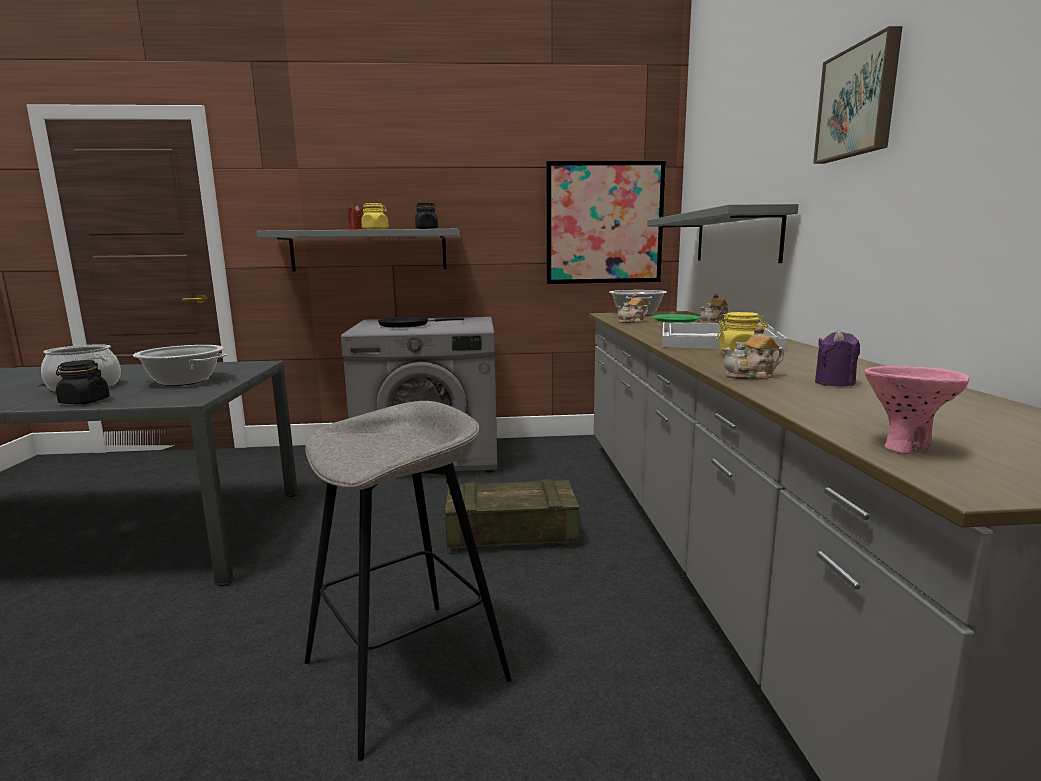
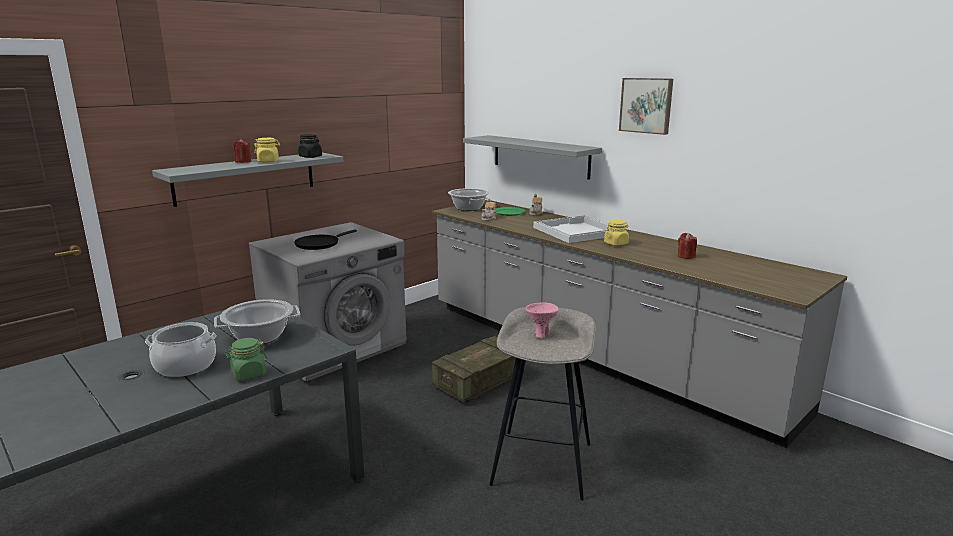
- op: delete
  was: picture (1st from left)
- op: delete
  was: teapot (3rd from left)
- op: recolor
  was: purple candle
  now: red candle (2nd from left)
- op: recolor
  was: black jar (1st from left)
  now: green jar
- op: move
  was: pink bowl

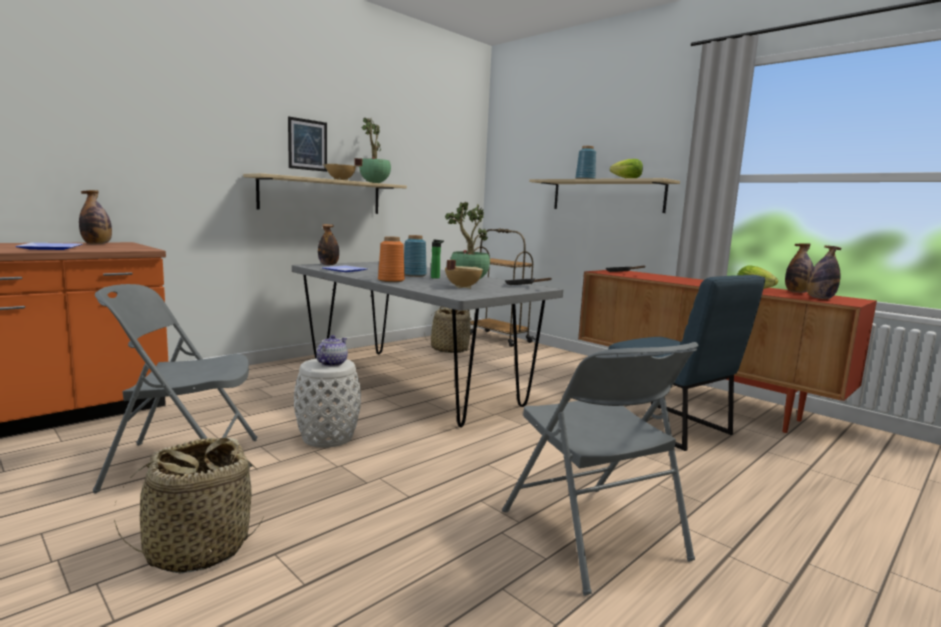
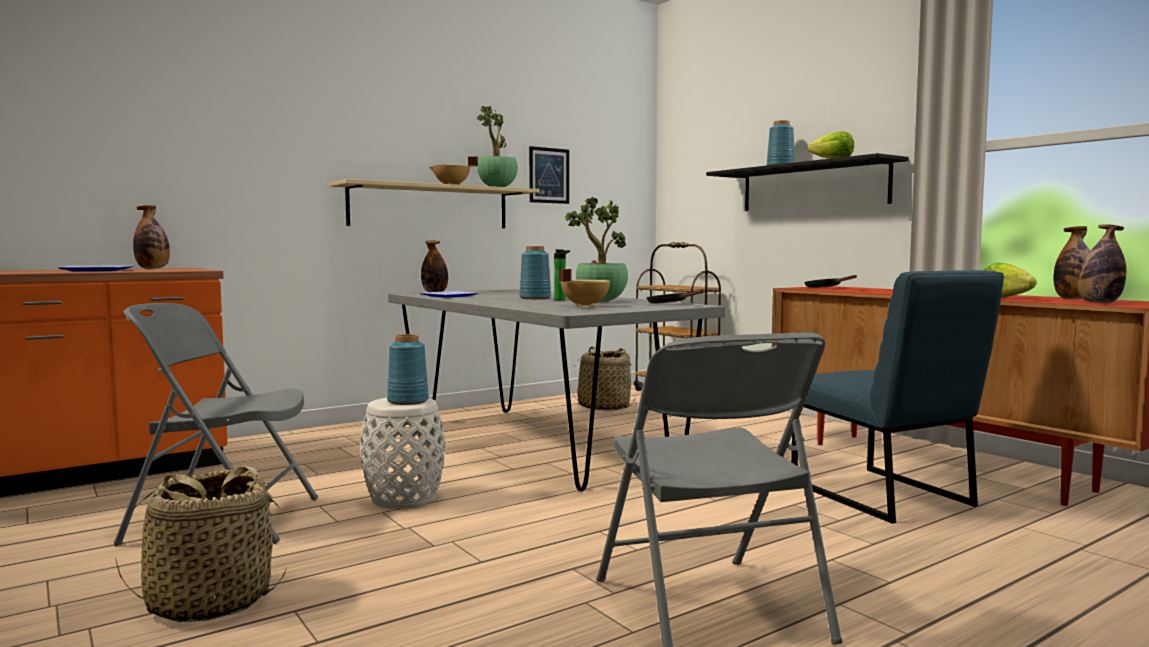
- op: move
  was: picture
- op: recolor
  was: beige shelf (2nd from left)
  now: black shelf
- op: delete
  was: orange vase
- op: replace
  was: teapot
  now: blue vase (1st from left)

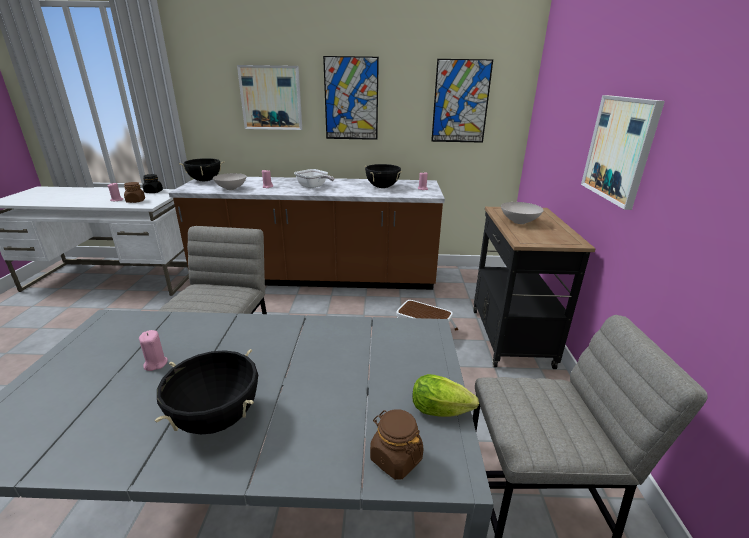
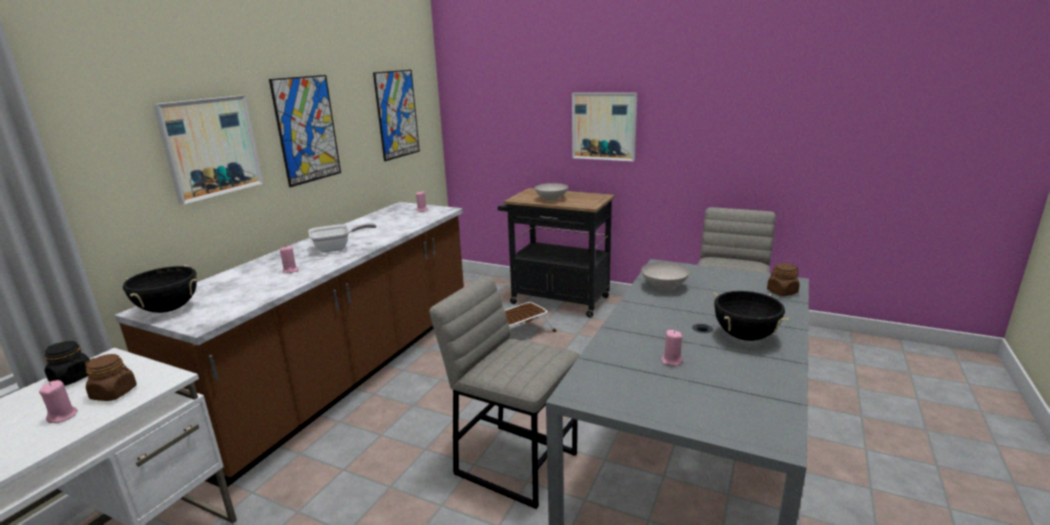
- op: delete
  was: black cooking pot (3rd from left)
- op: move
  was: white bowl (1st from left in the first image)
  now: white bowl (2nd from left)
- op: delete
  was: lettuce

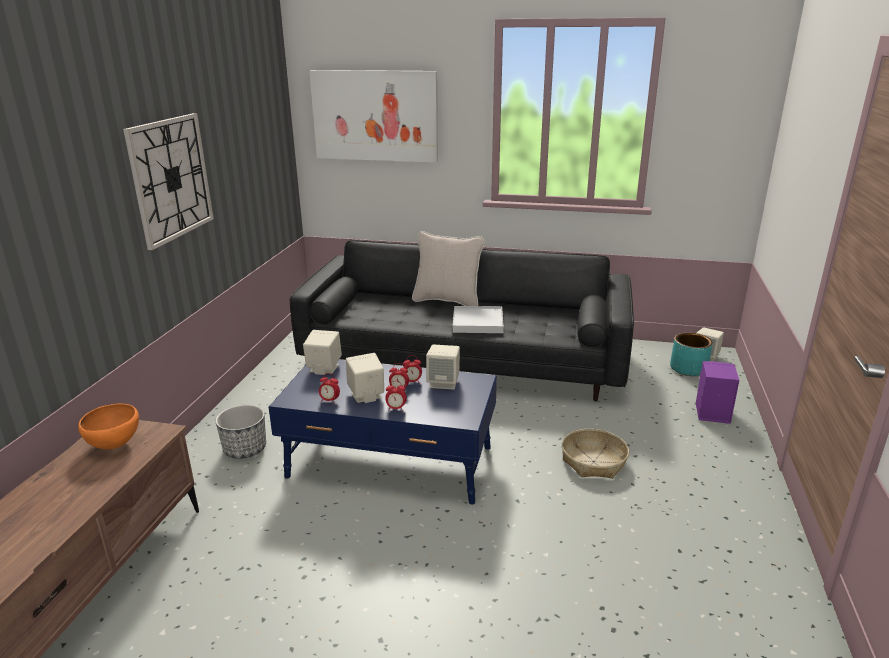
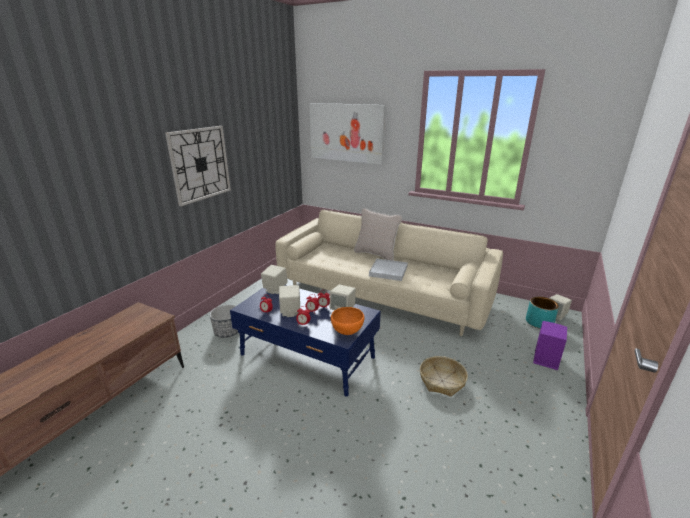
- op: recolor
  was: black sofa
  now: beige sofa
- op: move
  was: orange bowl

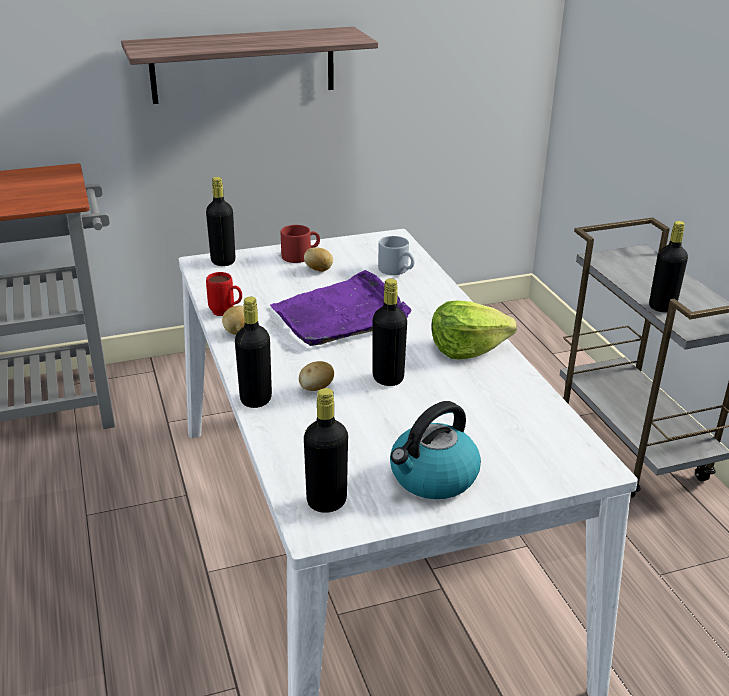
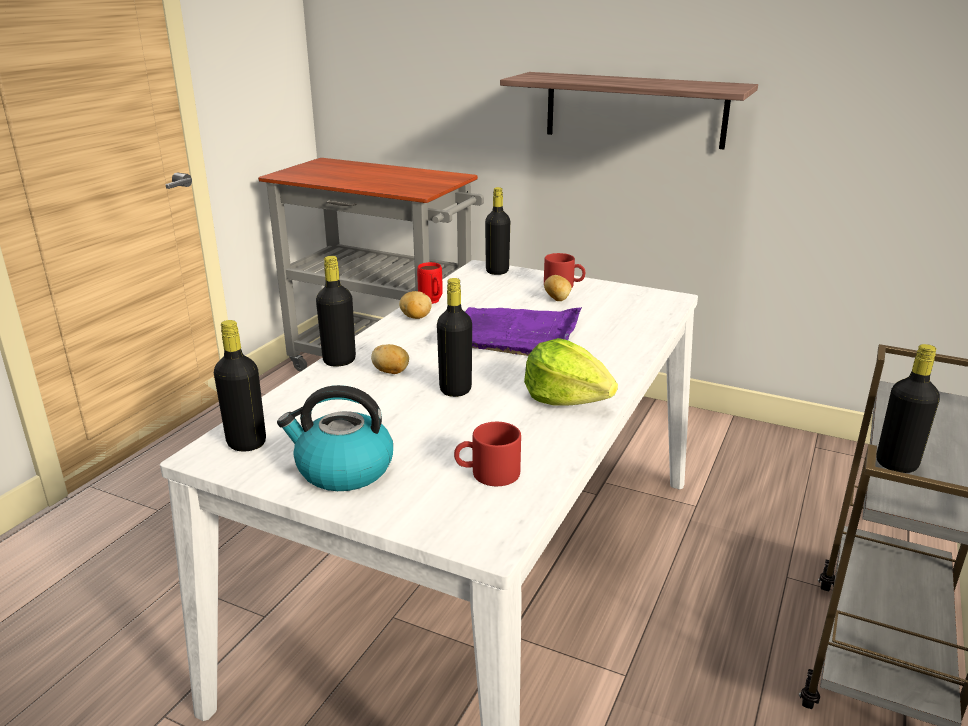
- op: delete
  was: grey mug
- op: insert
  now: red mug (2nd from left)

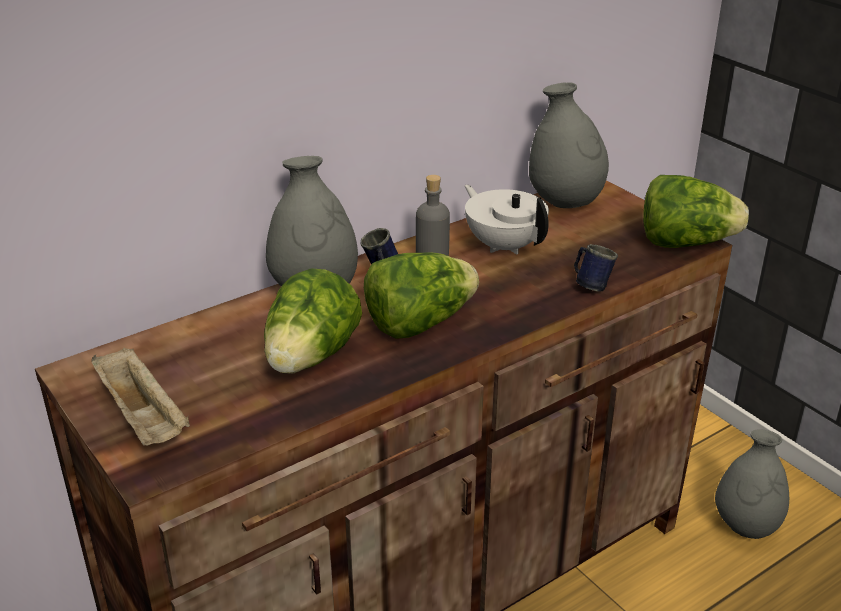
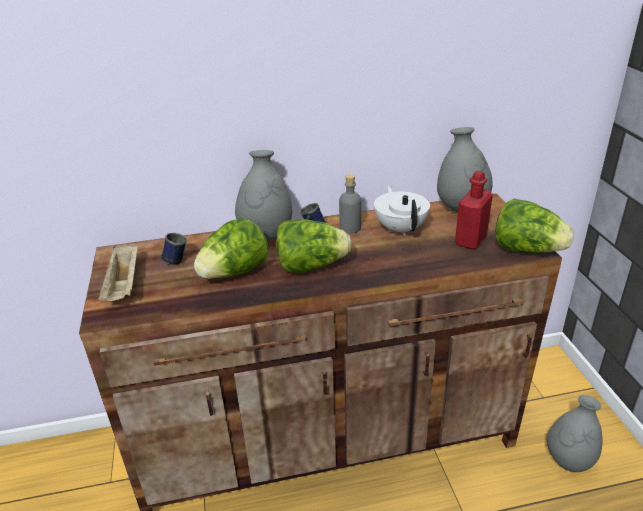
- op: move
  was: blue mug (2nd from left in the first image)
  now: blue mug (1st from left)
- op: insert
  now: red bottle

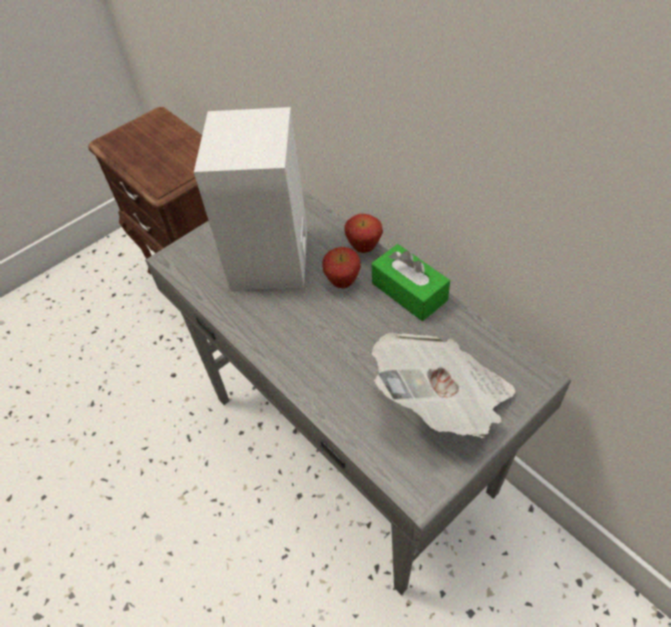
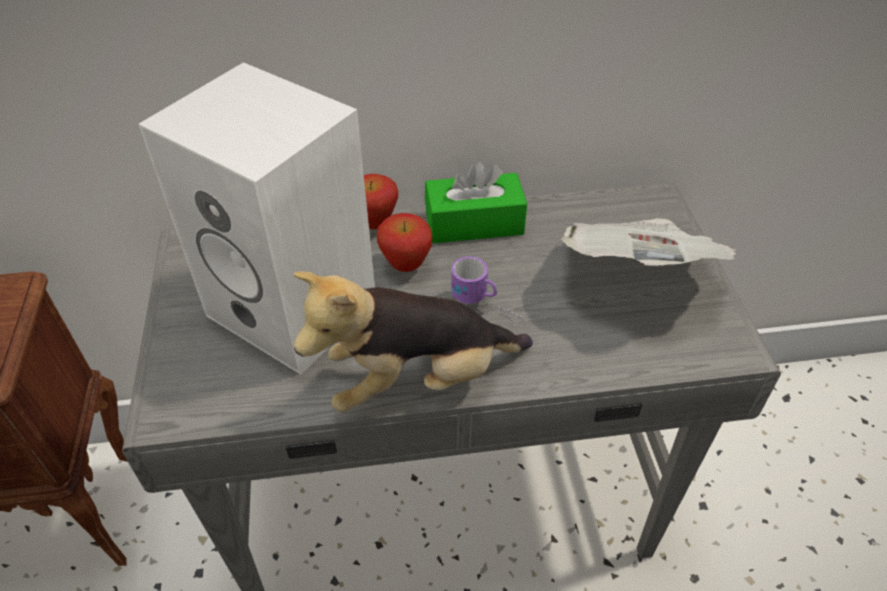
- op: insert
  now: mug
- op: insert
  now: plush toy

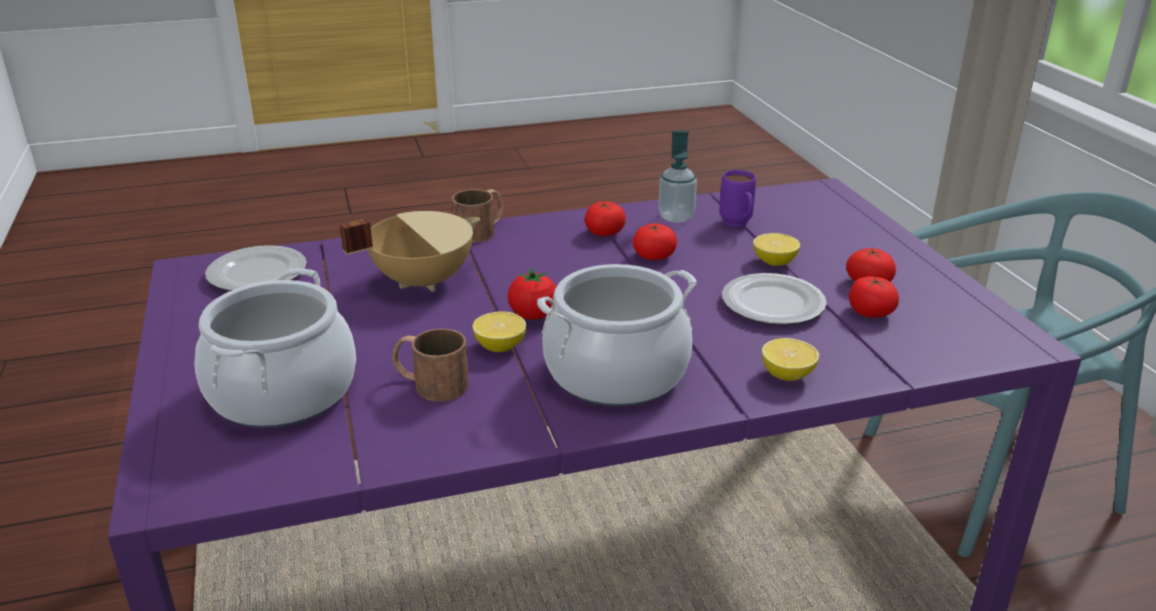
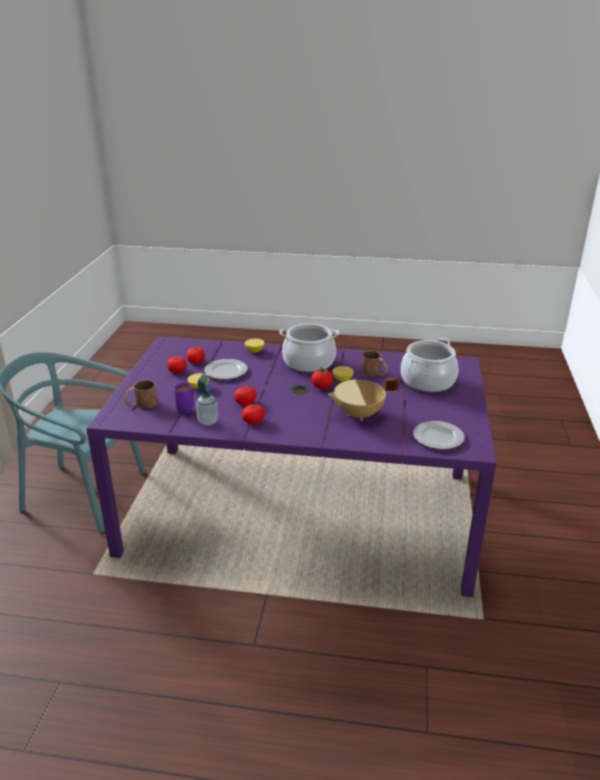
- op: move
  was: brown mug (2nd from left in the first image)
  now: brown mug (1st from left)

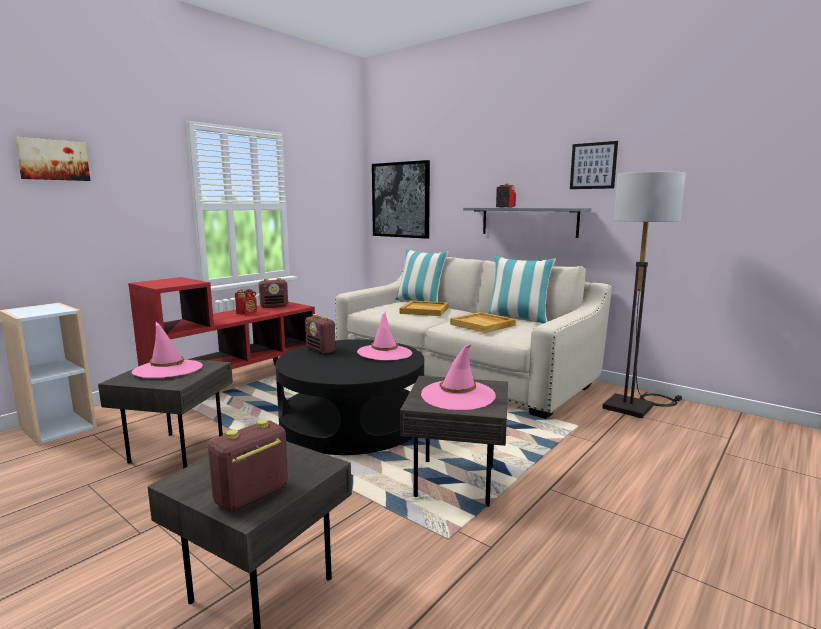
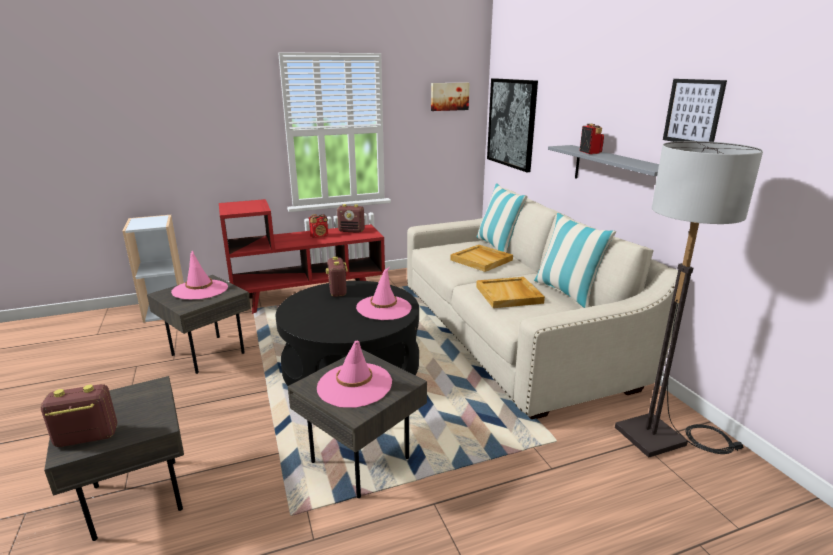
- op: move
  was: picture (1st from left)

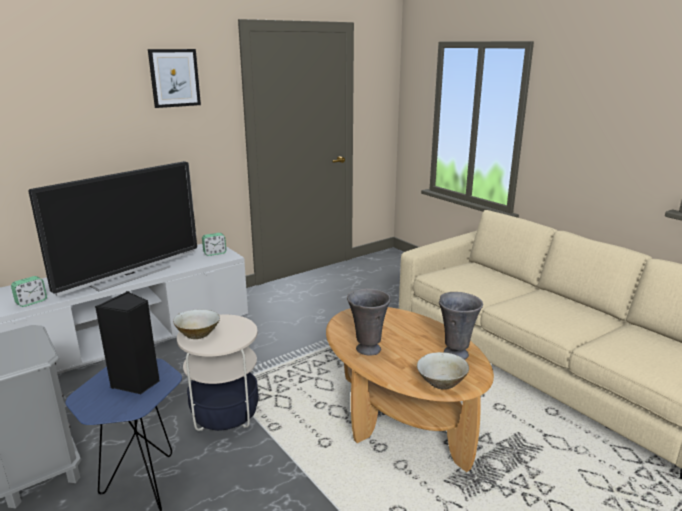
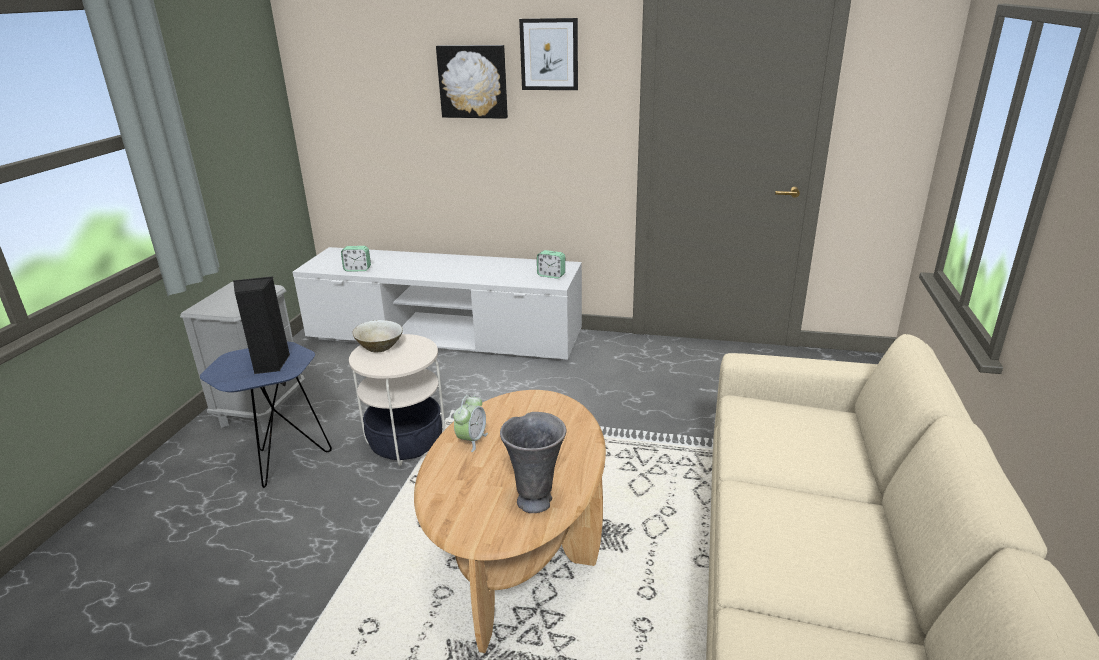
- op: delete
  was: television
- op: replace
  was: grey vase (1st from left)
  now: alarm clock (2nd from left)
- op: delete
  was: beige bowl (2nd from left)
- op: insert
  now: picture (1st from left)

